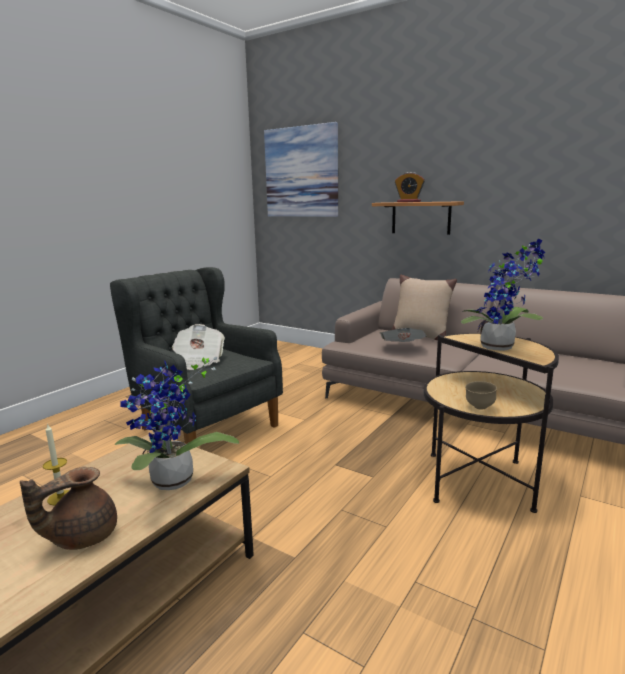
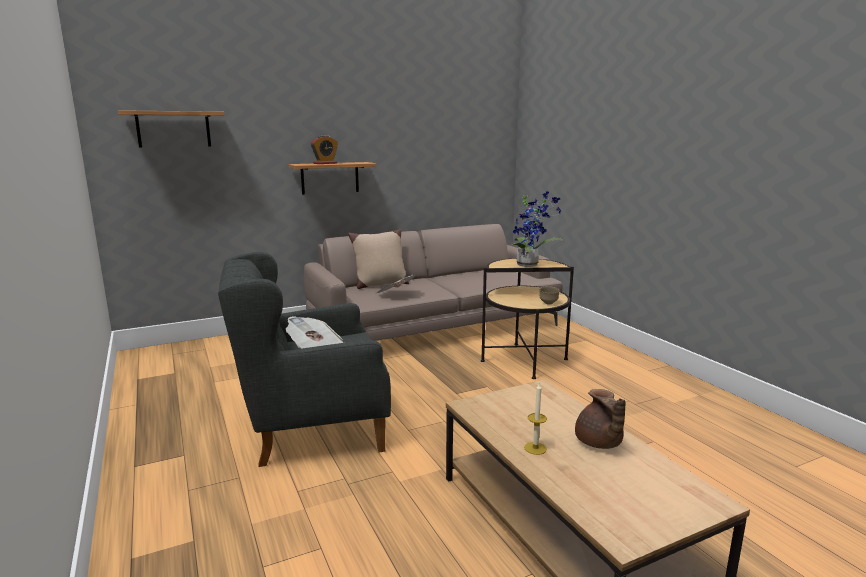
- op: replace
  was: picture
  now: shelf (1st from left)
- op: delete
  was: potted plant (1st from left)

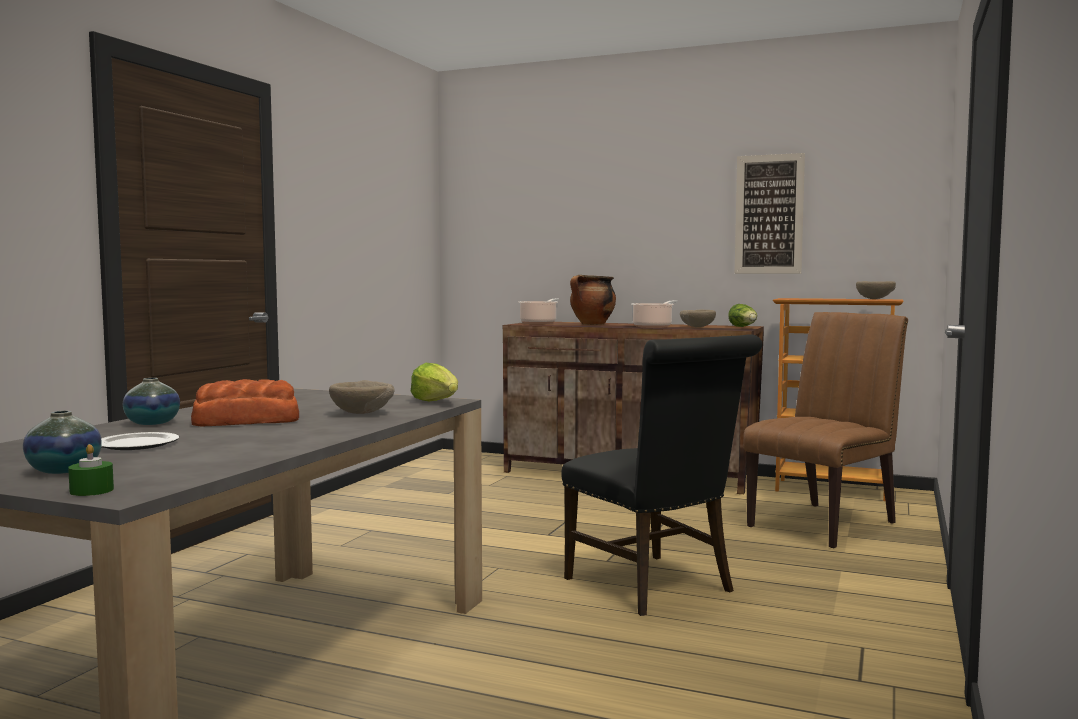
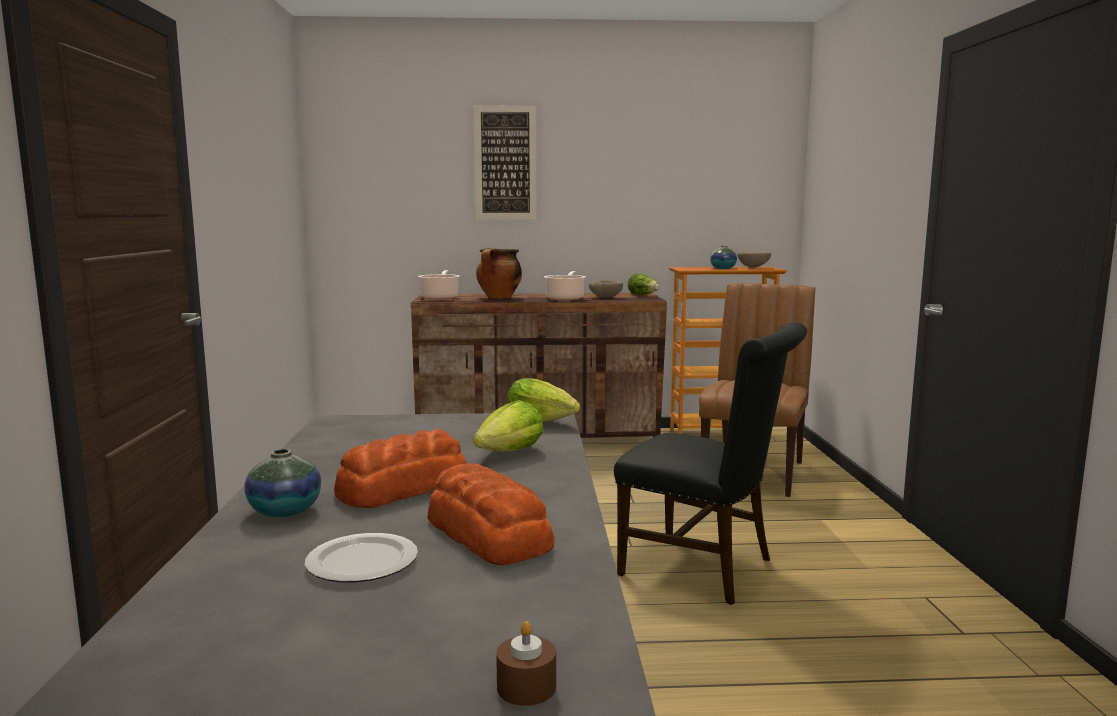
- op: move
  was: picture
- op: replace
  was: beige bowl (1st from left)
  now: lettuce (1st from left)
- op: move
  was: vase (1st from left in the first image)
  now: vase (2nd from left)
- op: recolor
  was: green candle
  now: brown candle
- op: insert
  now: bread (2nd from left)

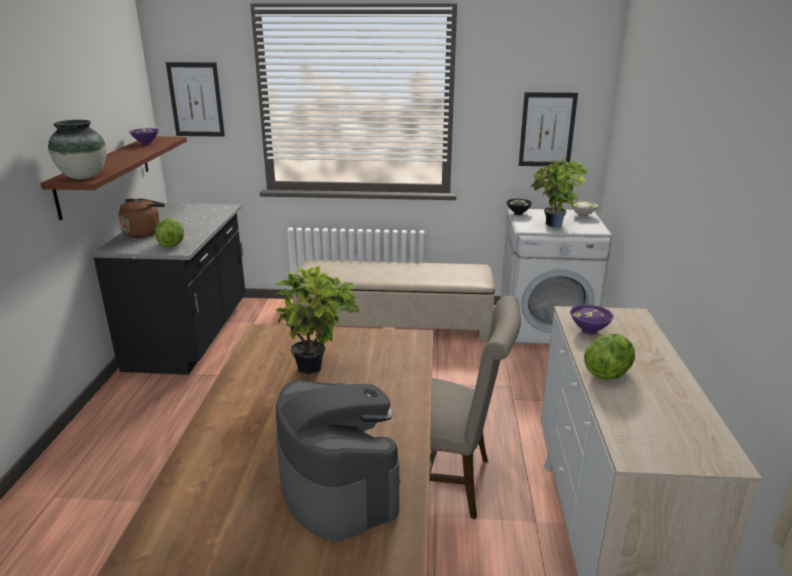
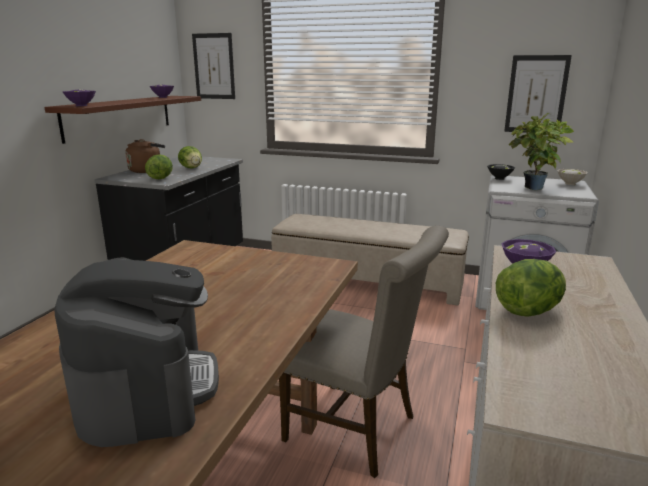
- op: replace
  was: vase
  now: purple bowl (1st from left)
- op: delete
  was: potted plant (1st from left)
- op: insert
  now: lettuce (2nd from left)

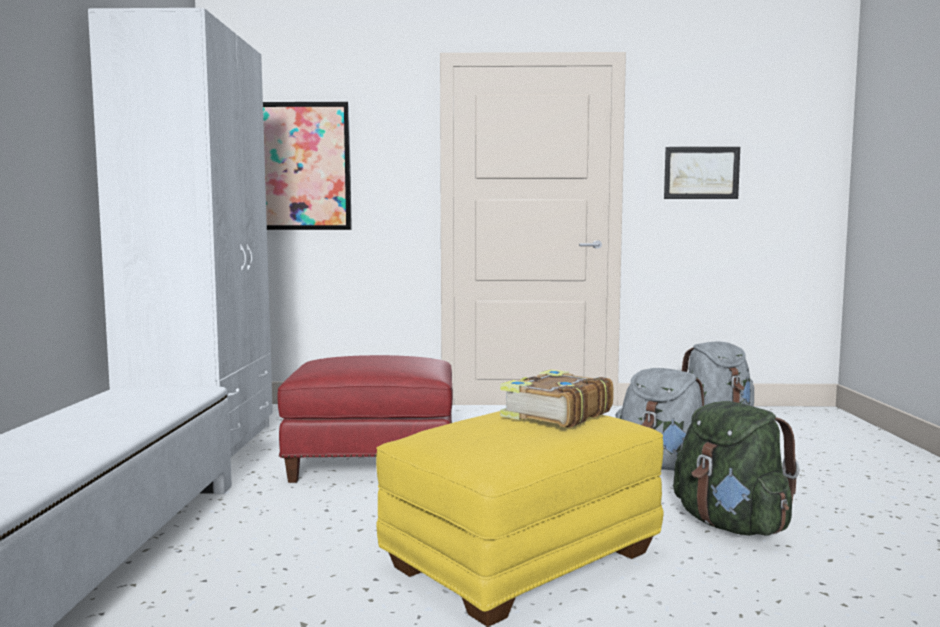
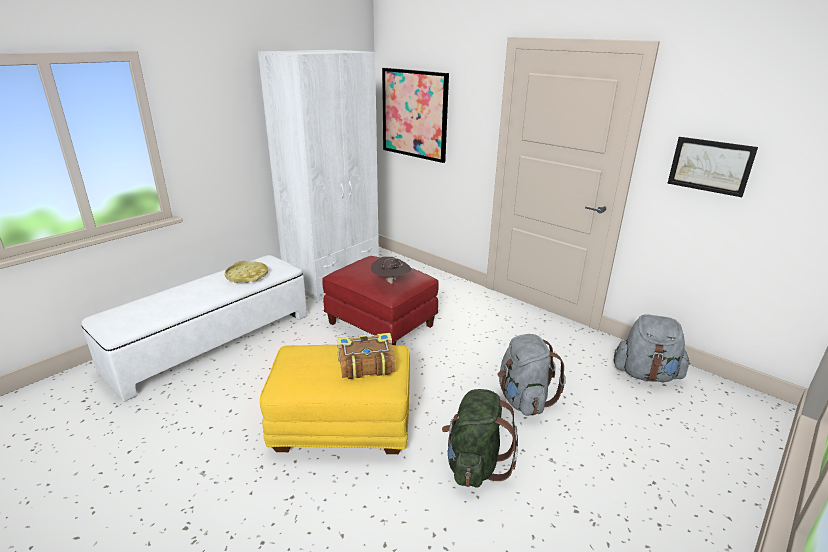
- op: insert
  now: brown hat
- op: insert
  now: yellow tray

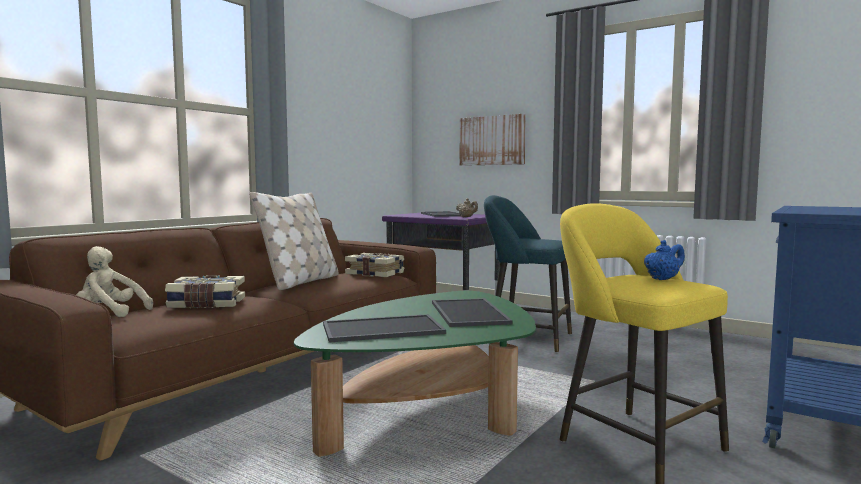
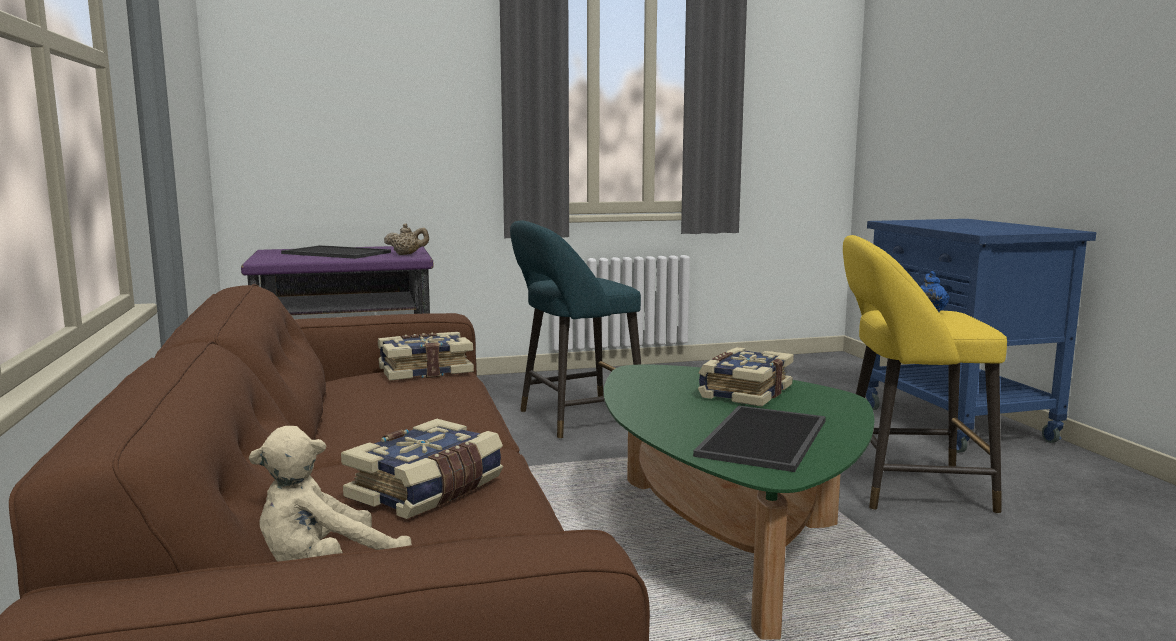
- op: delete
  was: picture
- op: delete
  was: beige pillow
- op: replace
  was: tray (3rd from left)
  now: book (3rd from left)

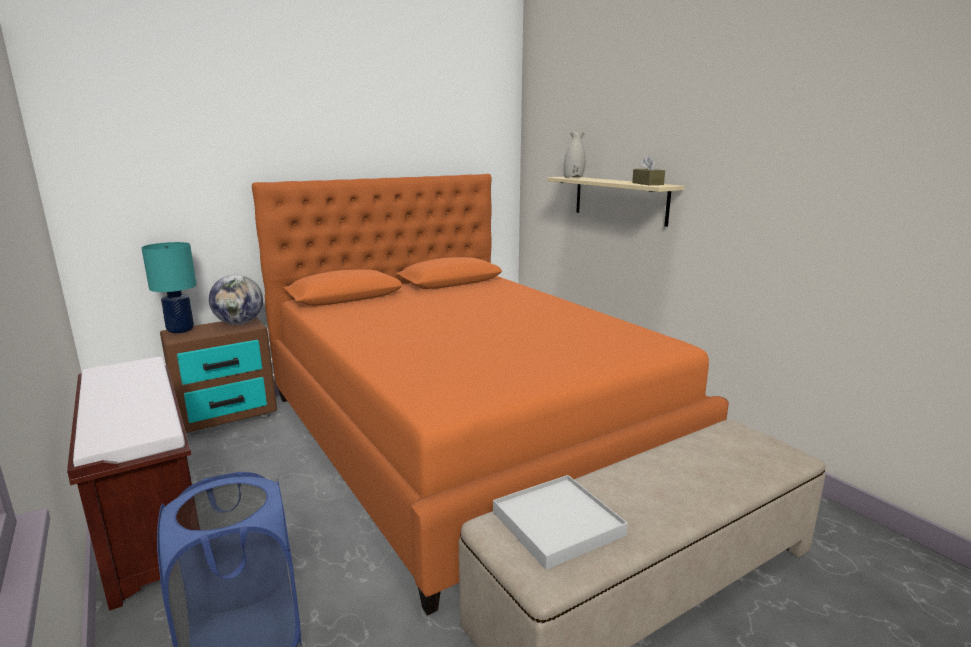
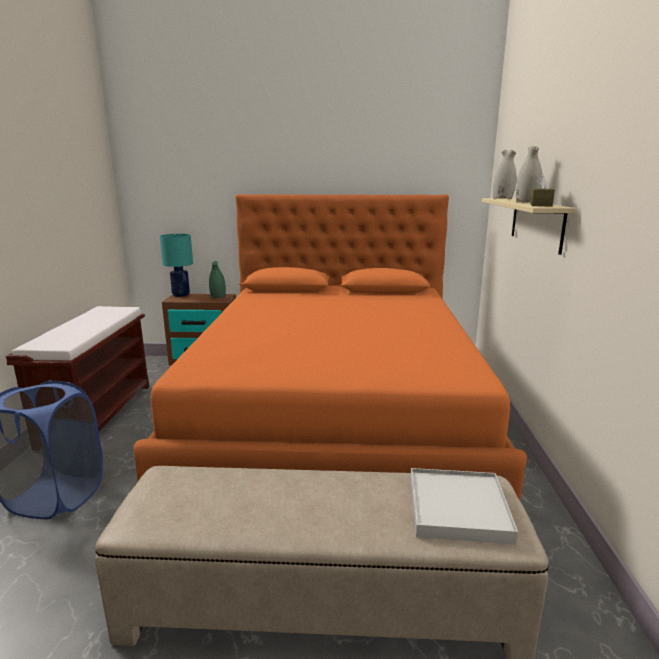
- op: replace
  was: globe
  now: green vase
- op: move
  was: white tray
- op: insert
  now: white vase (2nd from left)

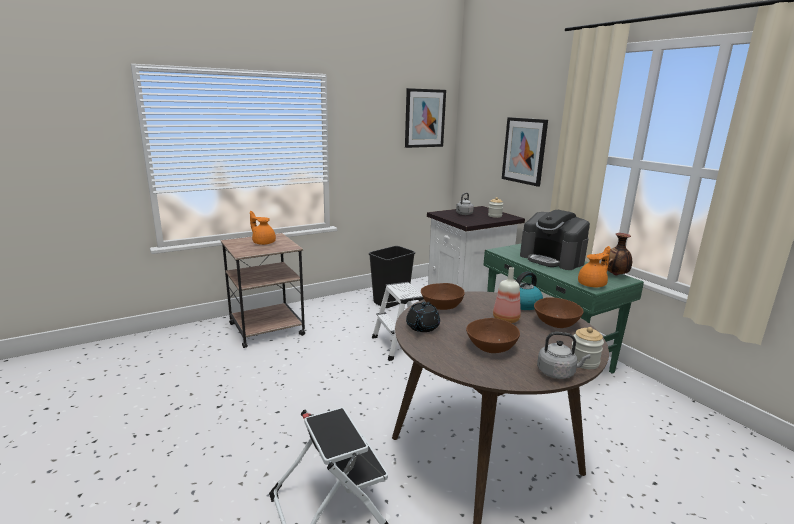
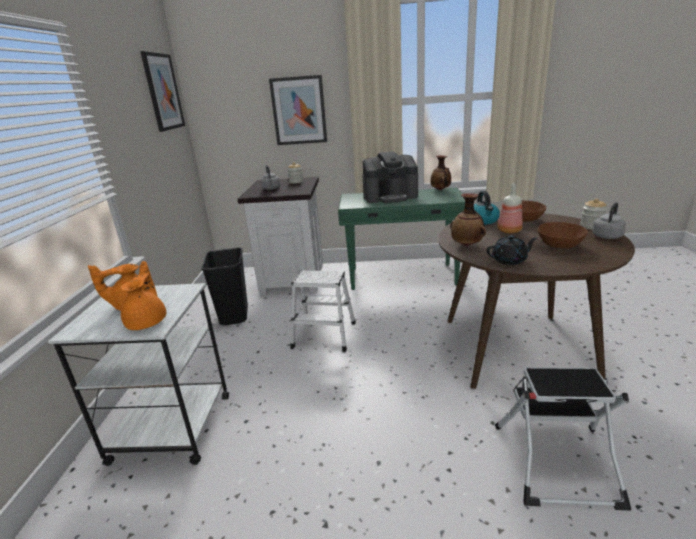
- op: recolor
  was: brown cart
  now: white cart
- op: move
  was: orange teapot (2nd from left)
- op: replace
  was: brown bowl (1st from left)
  now: vase (2nd from left)
- op: rotate
  was: black teapot
  clockwise: -60

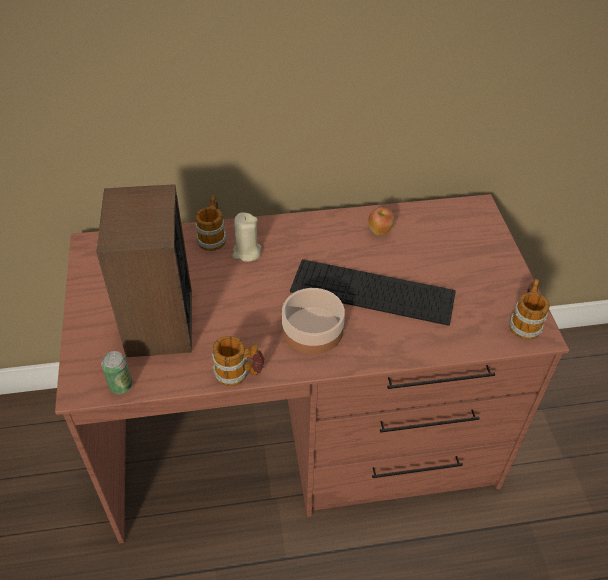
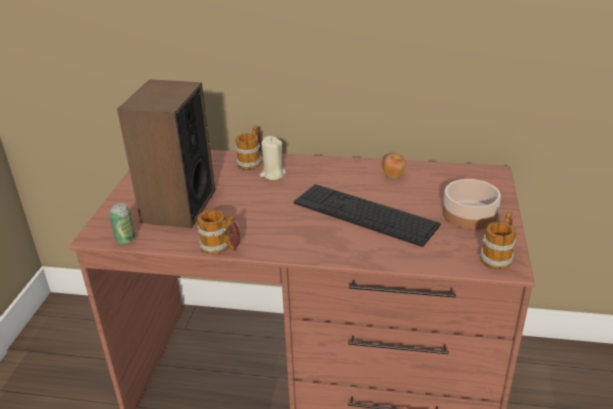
- op: move
  was: bowl

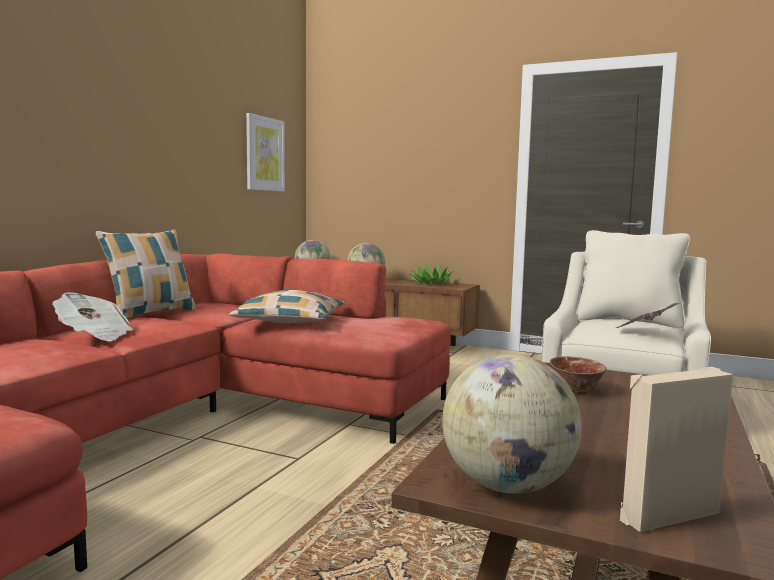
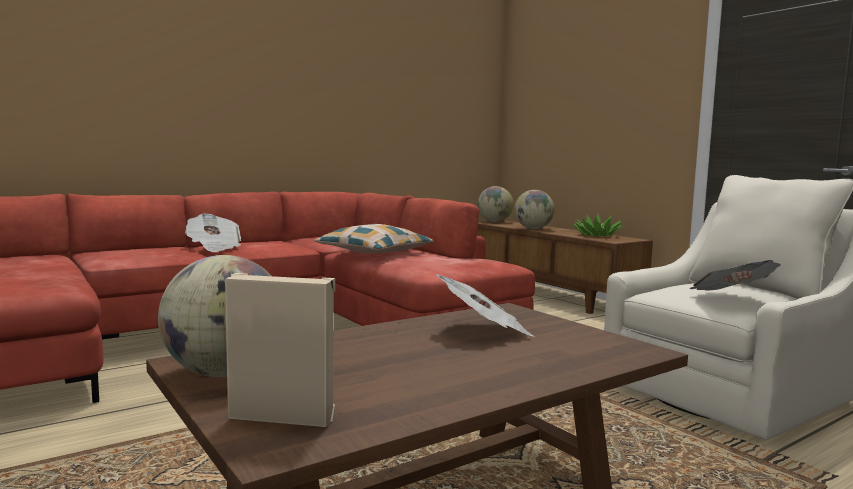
- op: delete
  was: picture
- op: delete
  was: pillow (1st from left)
- op: replace
  was: bowl
  now: newspaper (2nd from left)

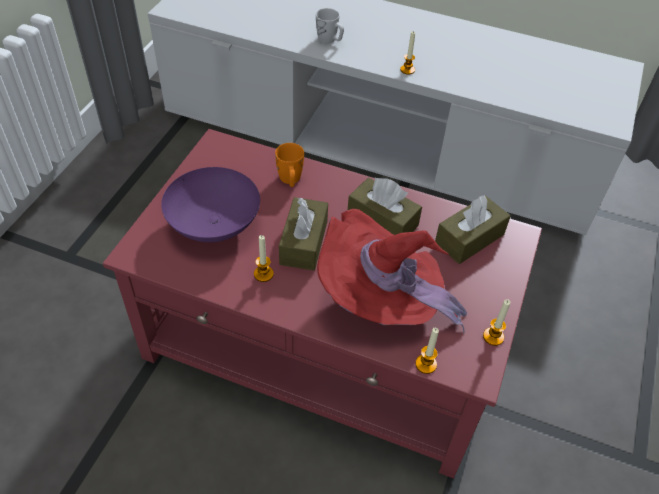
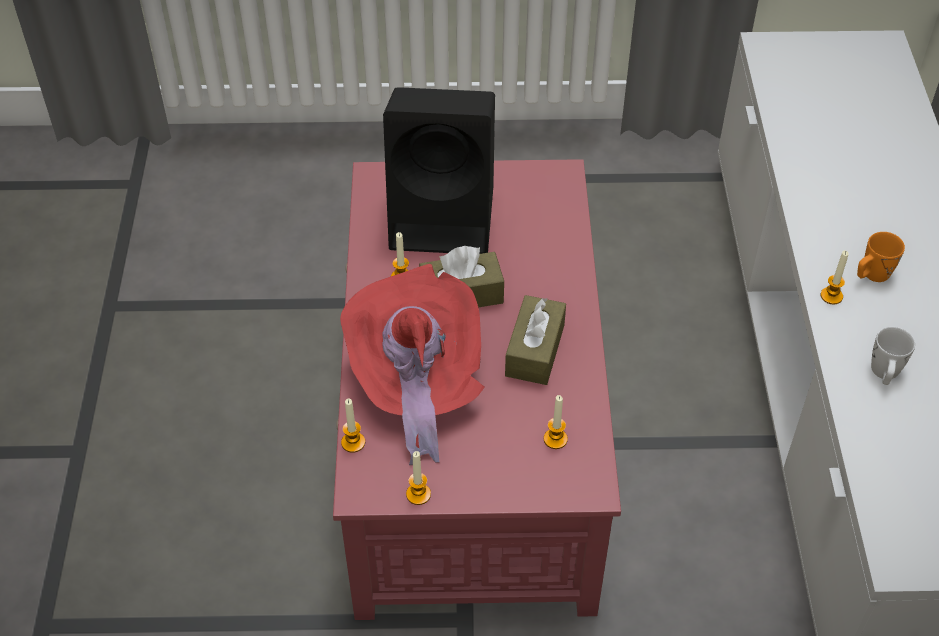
- op: move
  was: white mug
- op: move
  was: orange mug
- op: replace
  was: purple bowl
  now: black speaker
- op: replace
  was: brown tissue box (3rd from left)
  now: candle (4th from left)

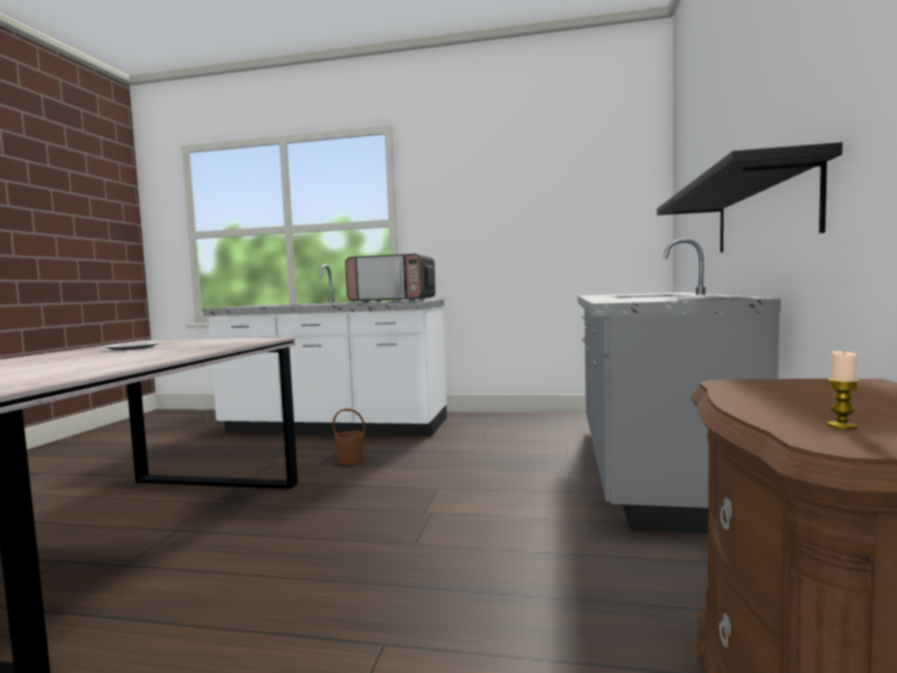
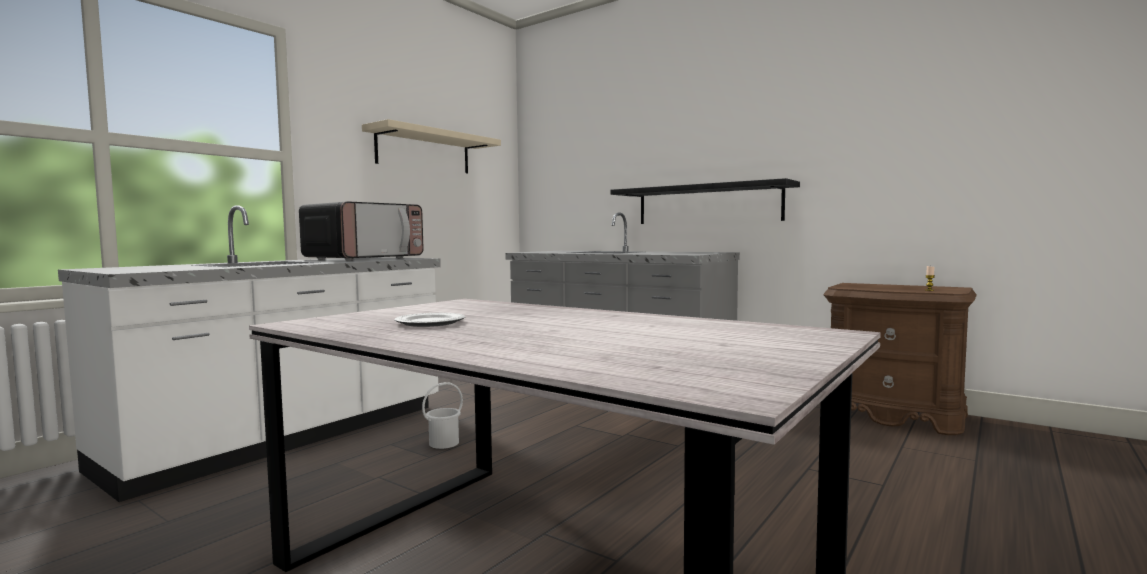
- op: recolor
  was: brown bucket
  now: white bucket
- op: insert
  now: beige shelf

